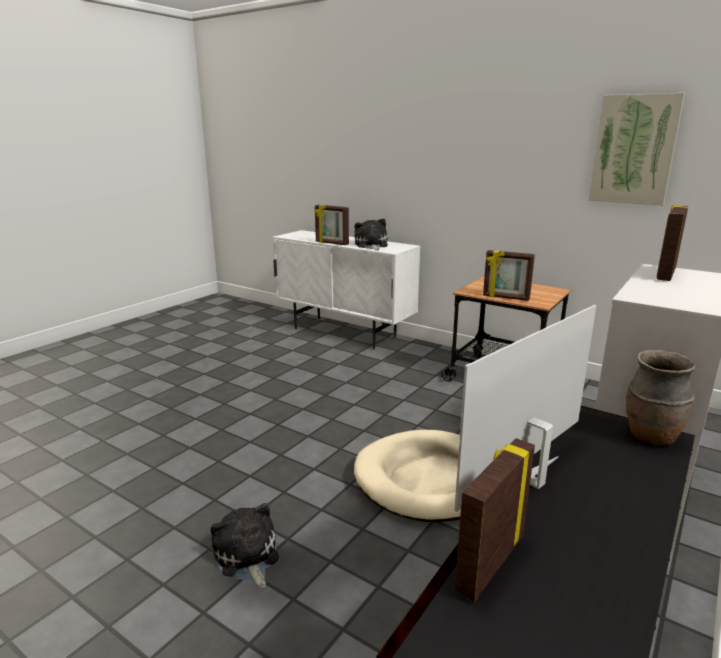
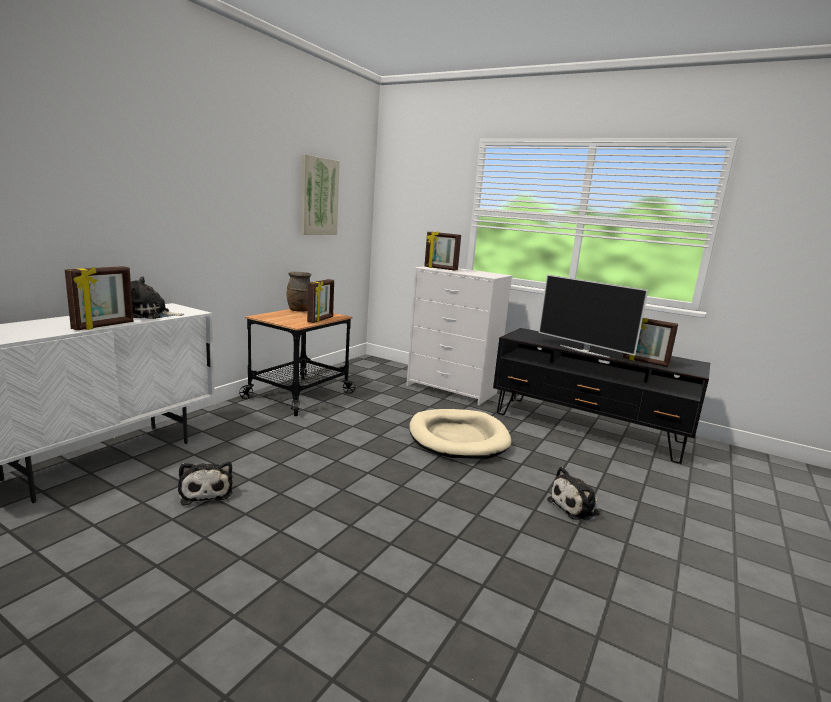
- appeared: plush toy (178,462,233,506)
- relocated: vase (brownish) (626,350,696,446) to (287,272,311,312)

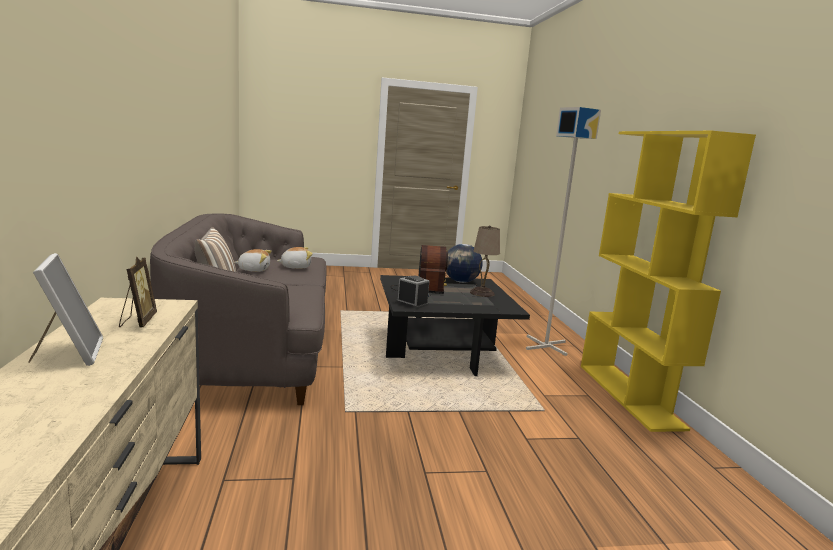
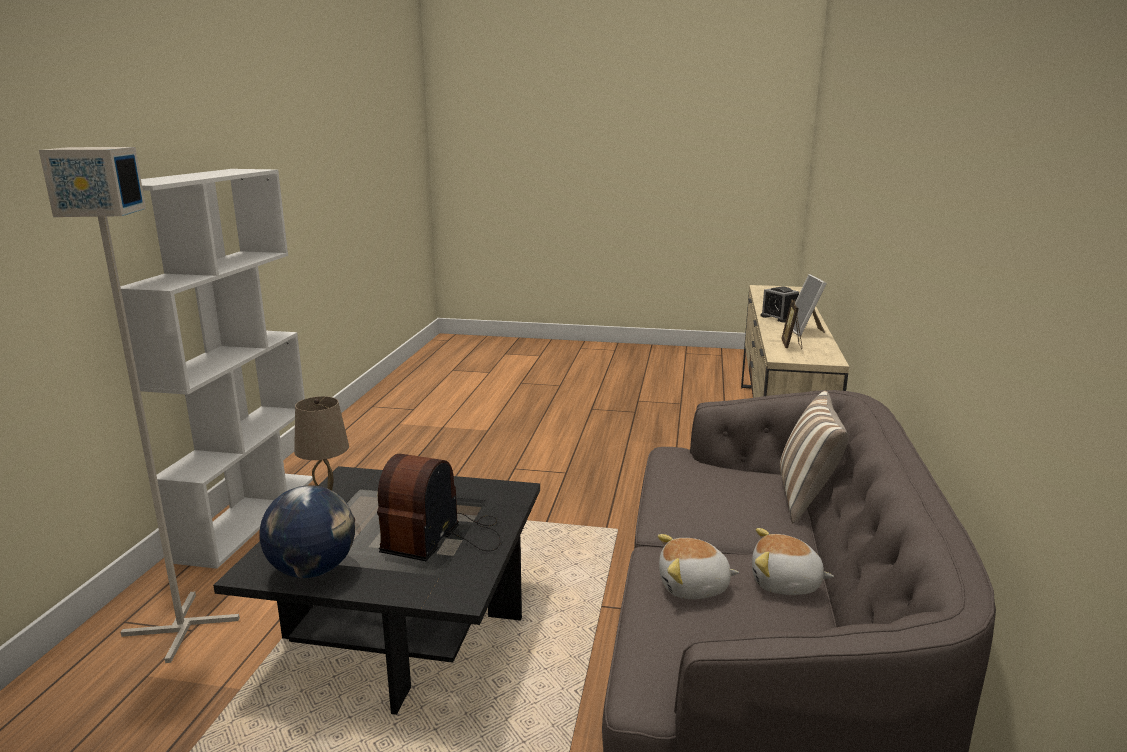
- relocated: alarm clock (396,276,430,309) to (760,286,799,323)
- colour: shelving unit (yellowish) (581,131,756,432) to shelving unit (whitish) (120,169,313,569)

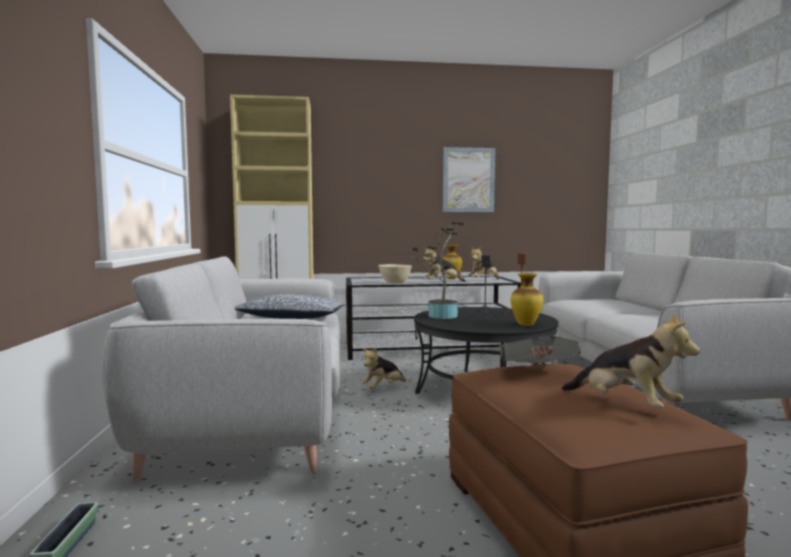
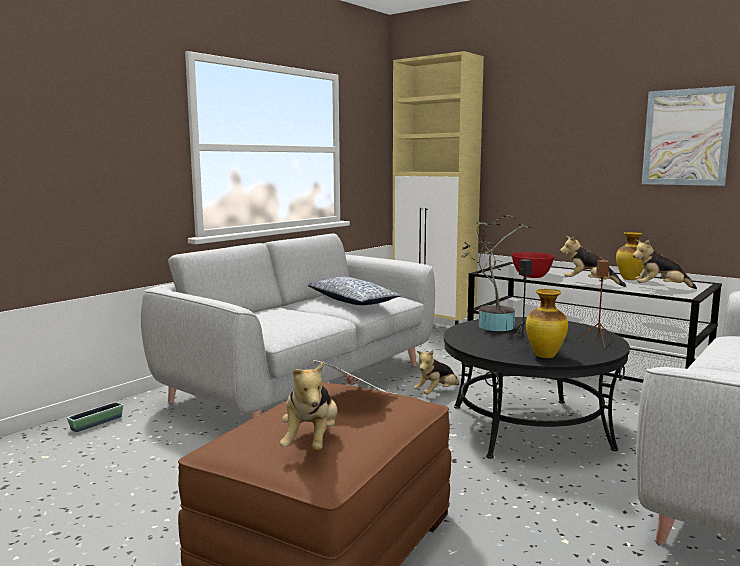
- colour: deep dish (beige) (378,264,412,284) to deep dish (reddish) (512,252,555,278)
- spun: plush toy (361,347,406,388) = (414,350,459,394) 45 degrees counterclockwise

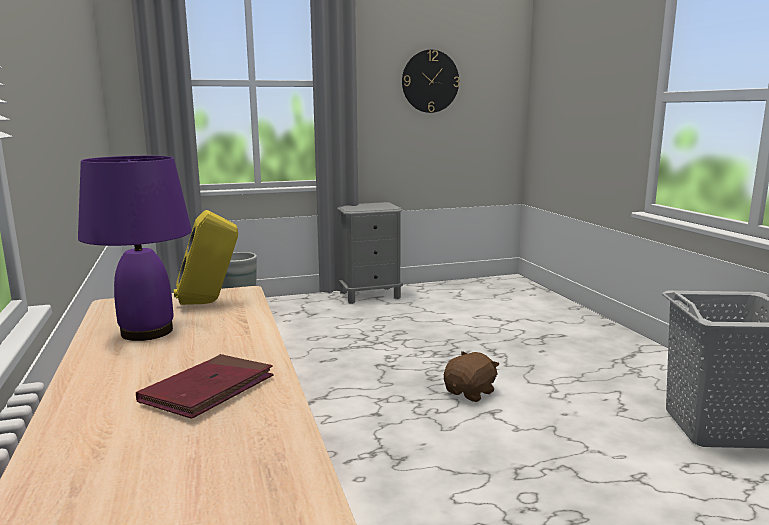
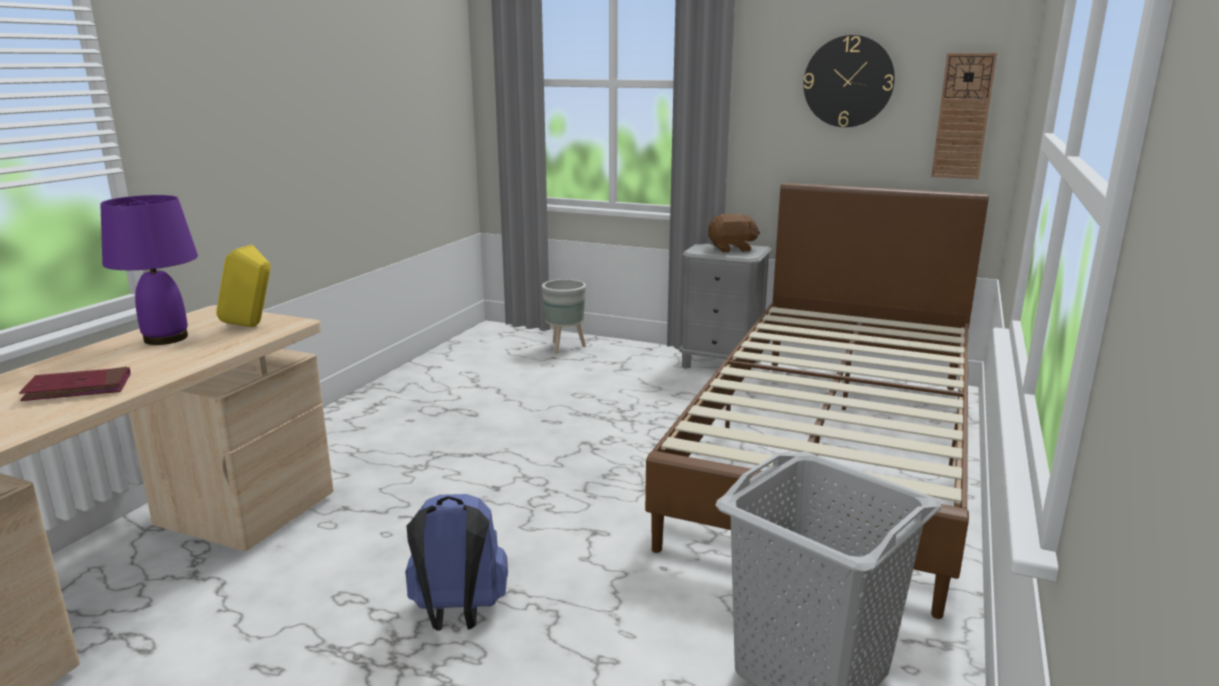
- appeared: rucksack (blue) (405,494,508,631)
- appeared: sleeping bed (brownish) (645,183,989,619)
- appeared: hanging clock (931,53,997,179)
- relocated: plush toy (brownish) (444,351,500,402) to (708,214,760,252)

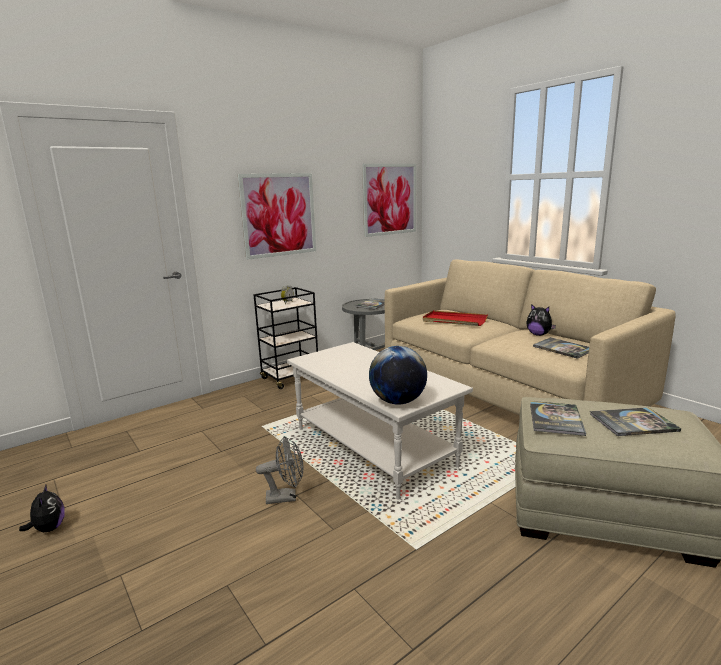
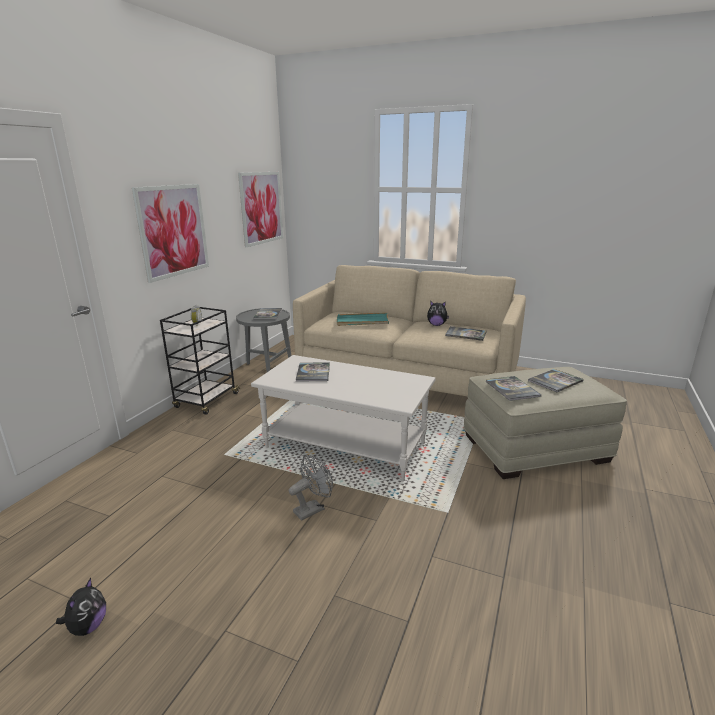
- missing: world globe (369,346,427,405)
- appeared: volume (295,362,330,382)
- colour: carrying tray (reddish) (423,311,488,326) to carrying tray (turquoise) (337,313,389,326)
- spun: plush toy (19,485,65,532) = (56,578,106,636) 60 degrees clockwise

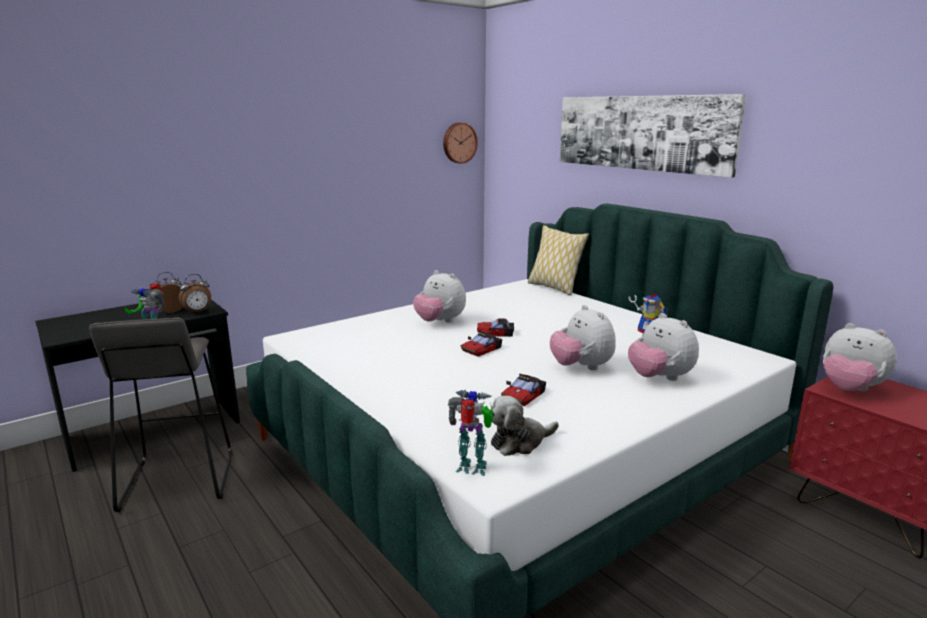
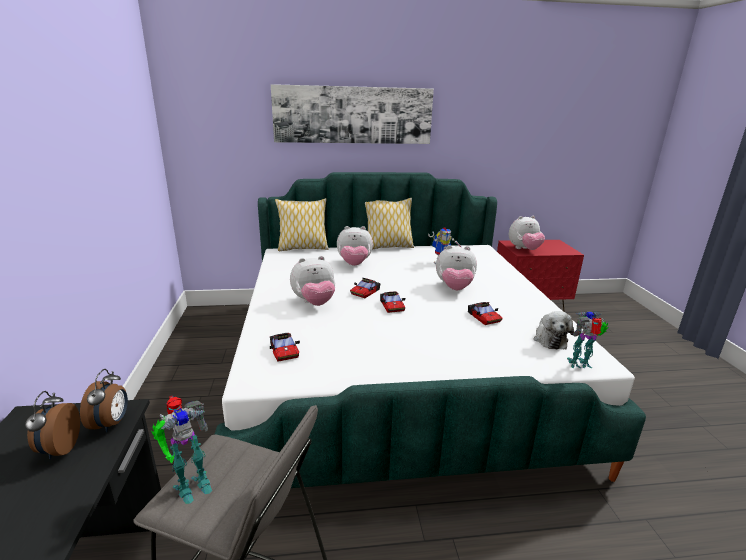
- missing: hanging clock (443,122,478,164)
- appeared: model car (270,333,300,362)
- appeared: cushion (365,198,414,249)
- relocated: plush toy (628,313,699,381) to (337,226,373,266)
- spun: model robot (448,390,493,476) = (567,311,608,368) 45 degrees clockwise

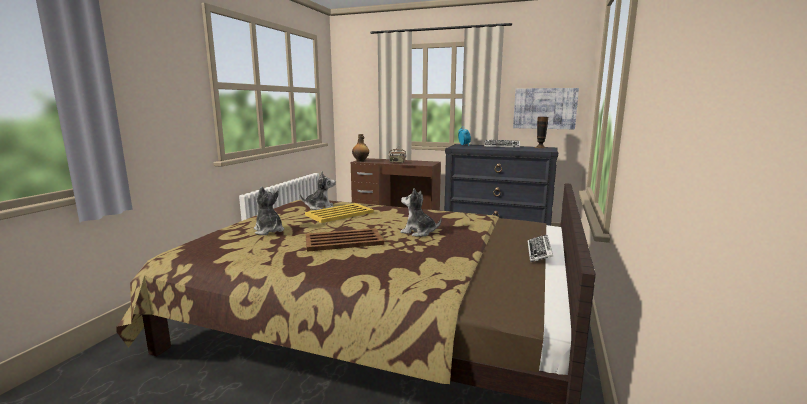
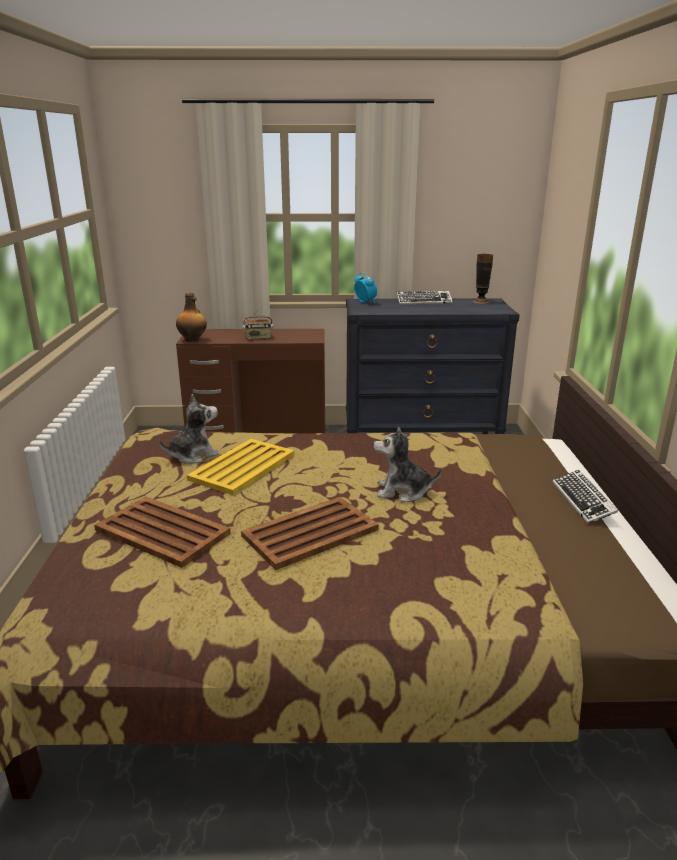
- missing: wall art (513,88,579,129)
- exchanged: plush toy (254,186,284,235) to carrying tray (brownish) (94,497,231,568)

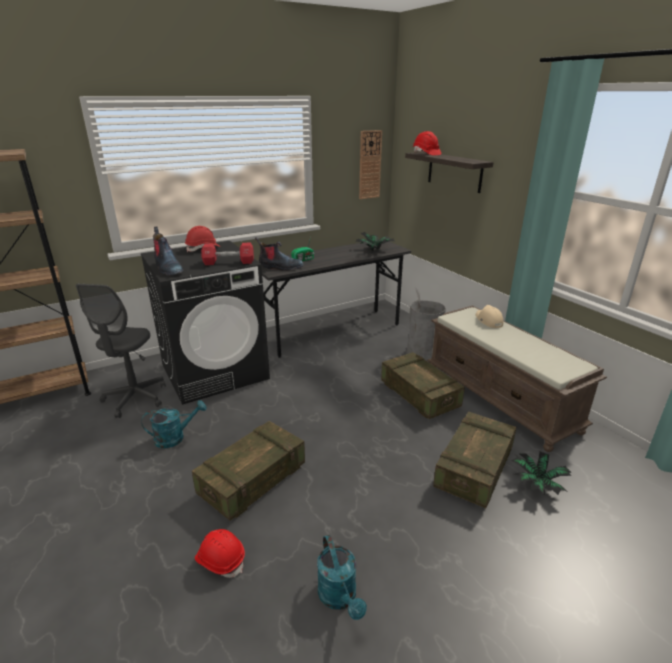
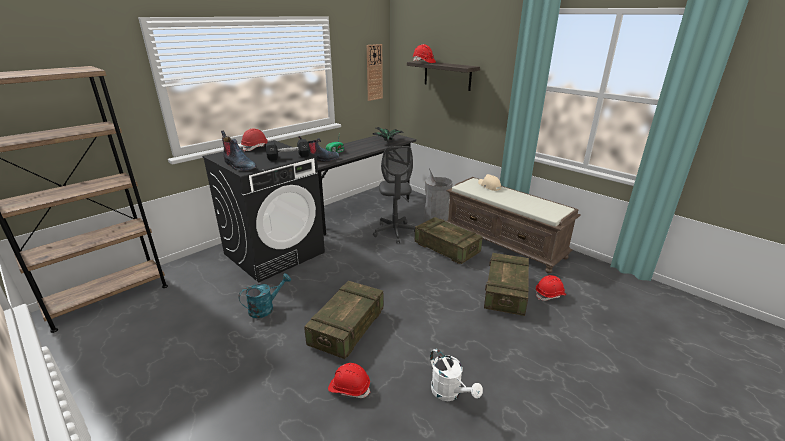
- relocated: desk chair (grey) (76,284,166,418) to (373,146,415,243)
- exchanged: potted plant (511,451,572,495) to hard hat (reddish) (536,275,566,301)
- colour: hand weight (reddish) (201,243,254,265) to hand weight (black) (265,139,310,161)
- colour: watering can (turquoise) (317,535,367,620) to watering can (whitish) (430,349,483,401)

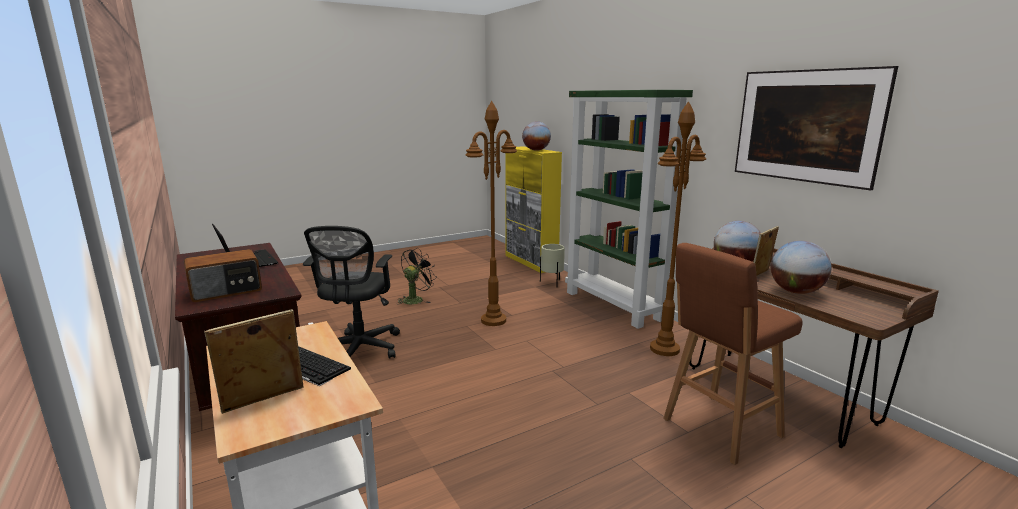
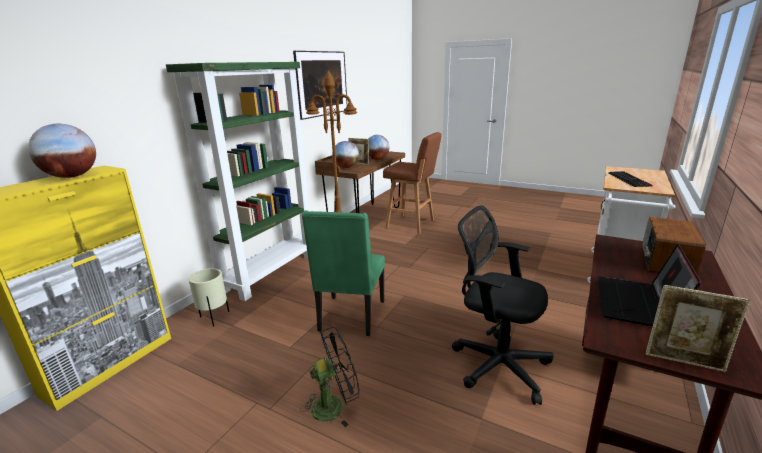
- relocated: photo frame (204,309,304,414) to (646,285,750,372)
- exchanged: floor lamp (brownish) (465,101,517,326) to chair (green) (302,210,385,336)
- spun: radio receiver (184,249,262,302) = (642,217,706,274) 90 degrees counterclockwise
- spun: desk chair (black) (303,226,400,359) = (452,205,554,405) 120 degrees counterclockwise
- spun: cooling fan (black) (397,248,437,304) = (300,327,360,427) 150 degrees clockwise

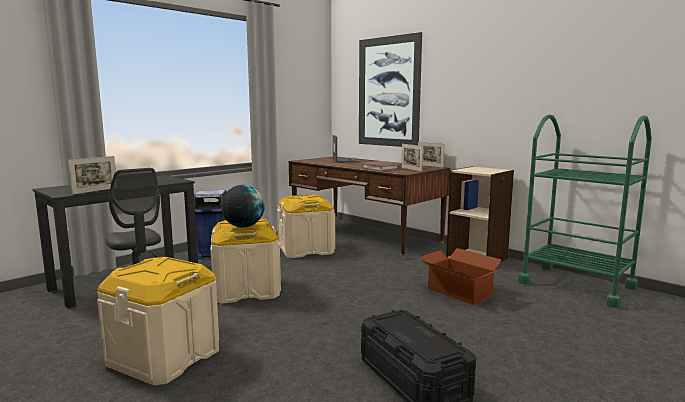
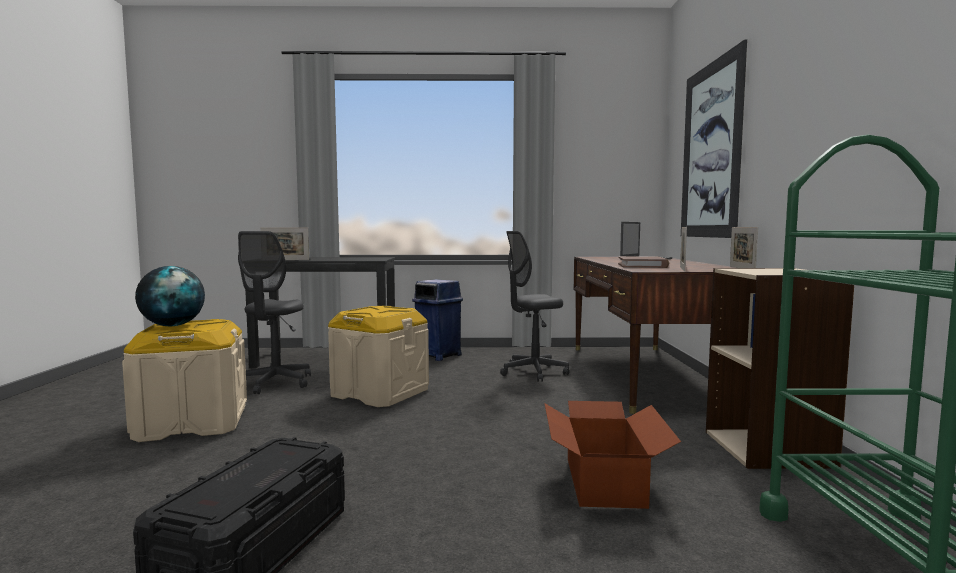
- relocated: world globe (221,185,265,227) to (135,266,205,326)
- exchanged: storage bin (beige) (277,194,335,258) to desk chair (grey) (500,231,569,382)

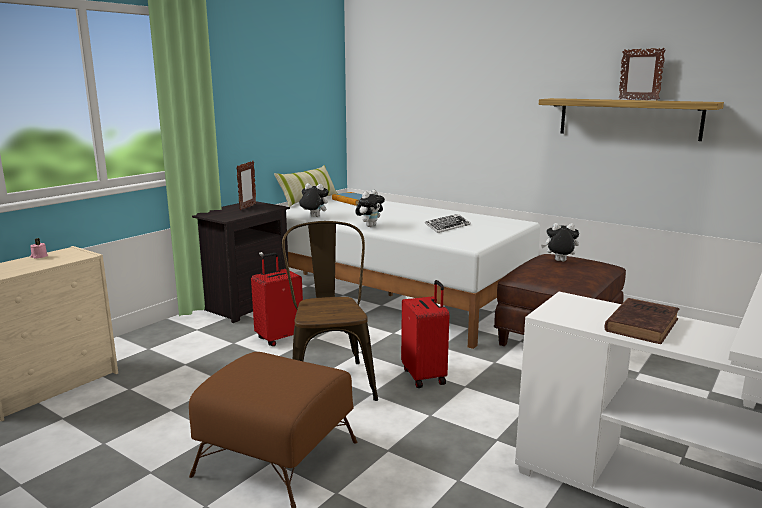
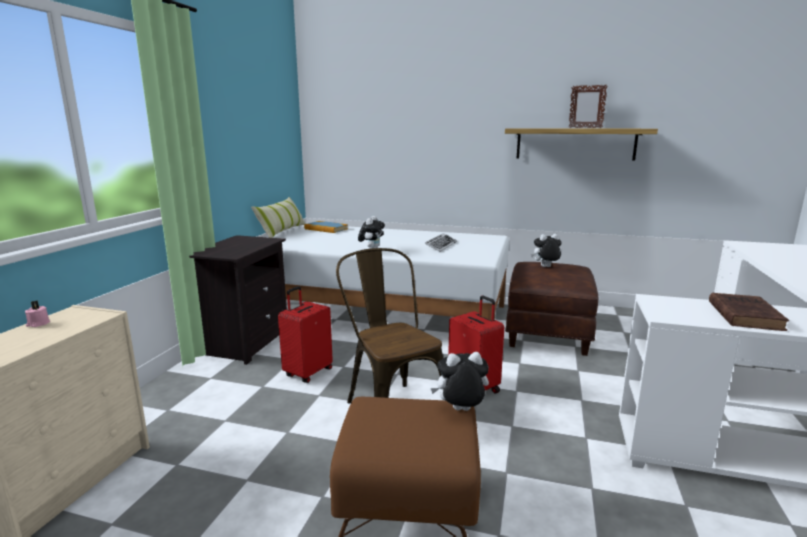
- missing: photo frame (236,161,256,210)
- relocated: plush toy (299,183,329,217) to (430,352,489,411)

